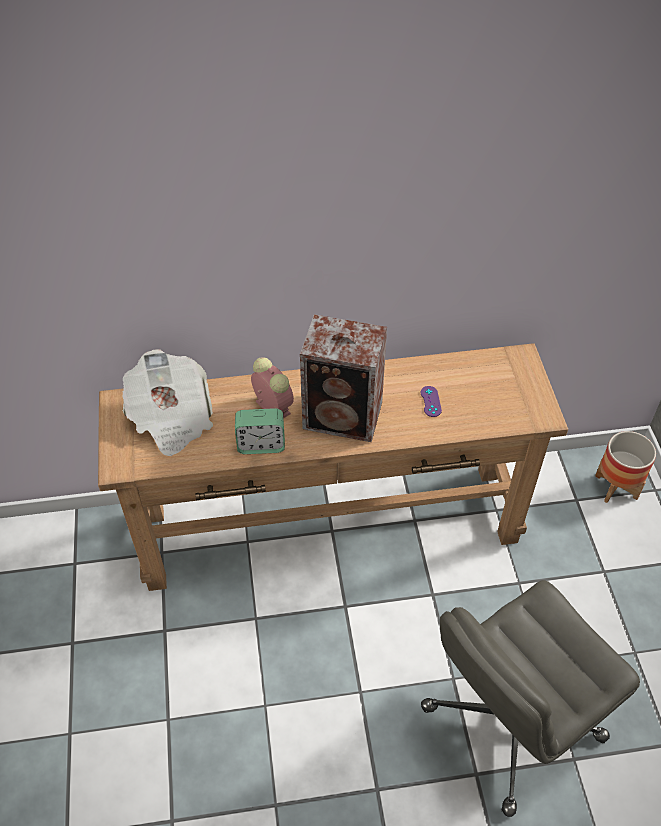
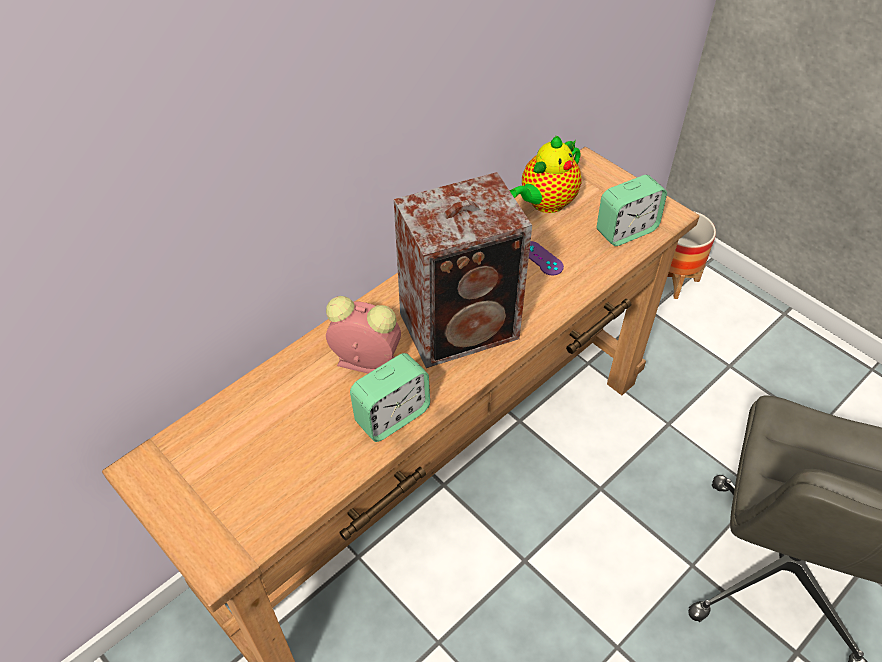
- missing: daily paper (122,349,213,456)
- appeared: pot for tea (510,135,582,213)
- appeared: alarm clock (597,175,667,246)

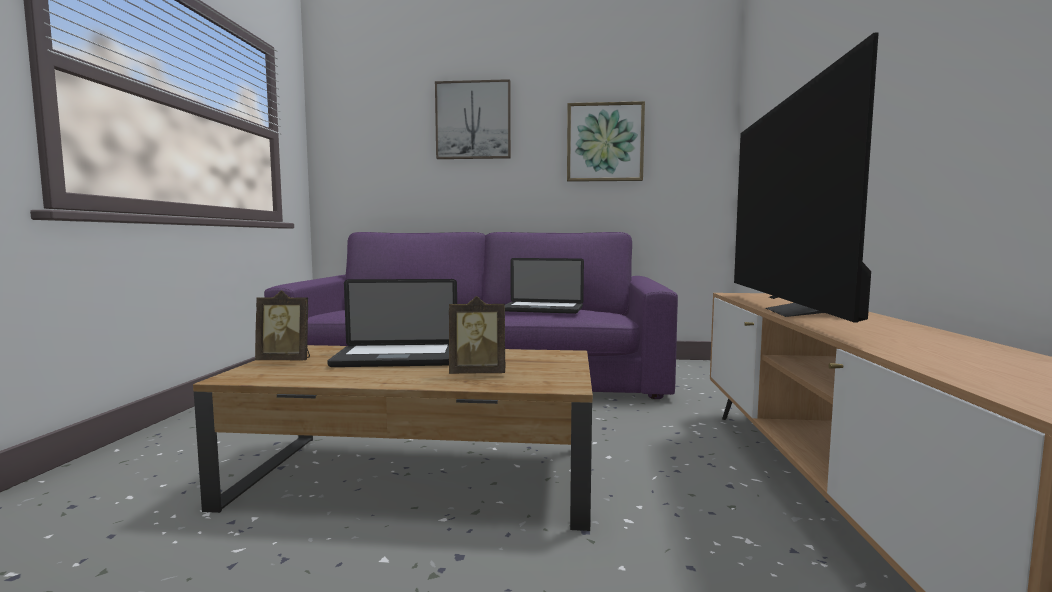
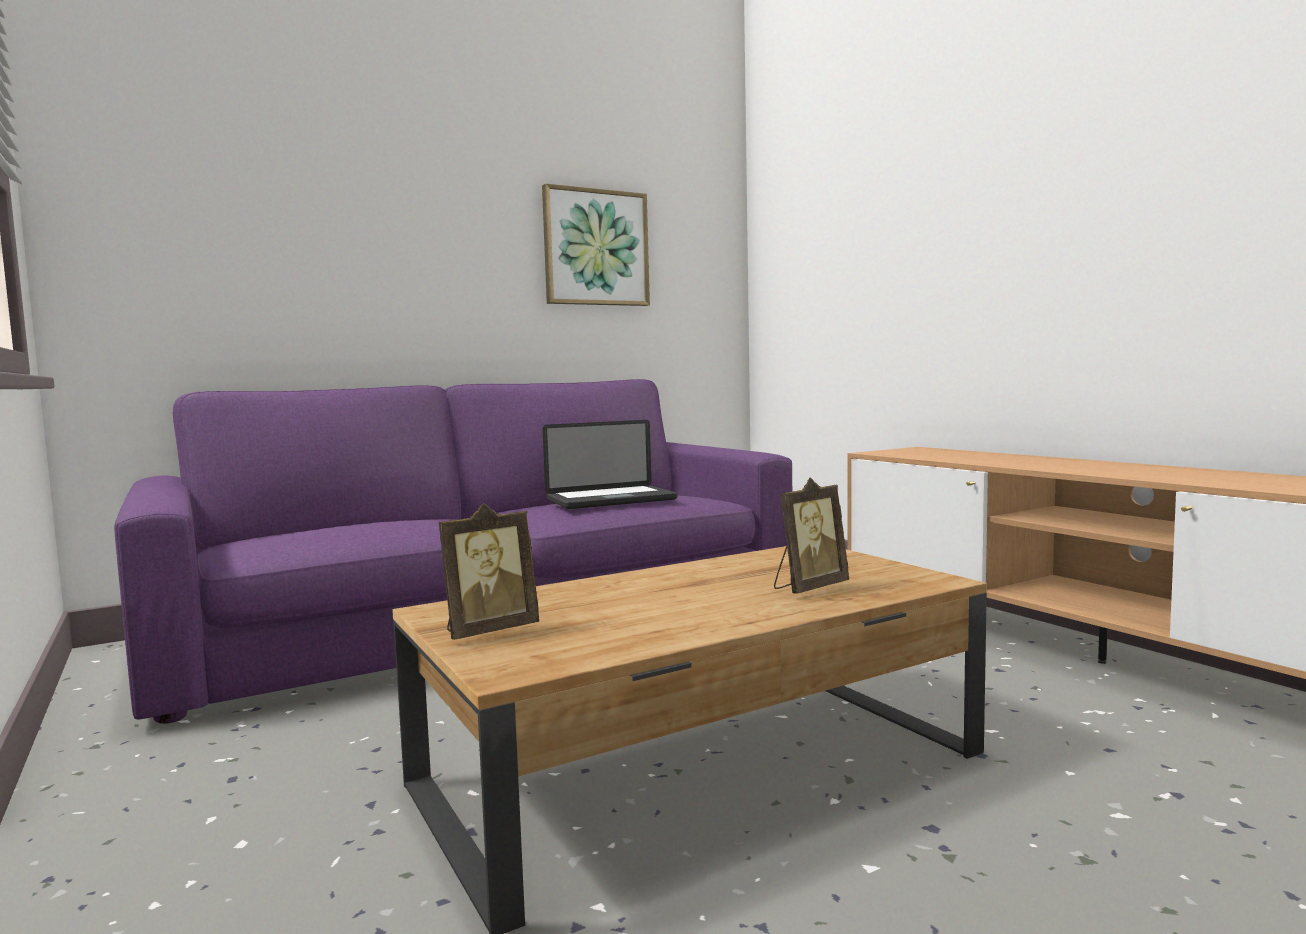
- missing: notebook computer (327,279,457,367)
- missing: wall art (435,79,511,159)
- missing: TV (734,32,879,322)

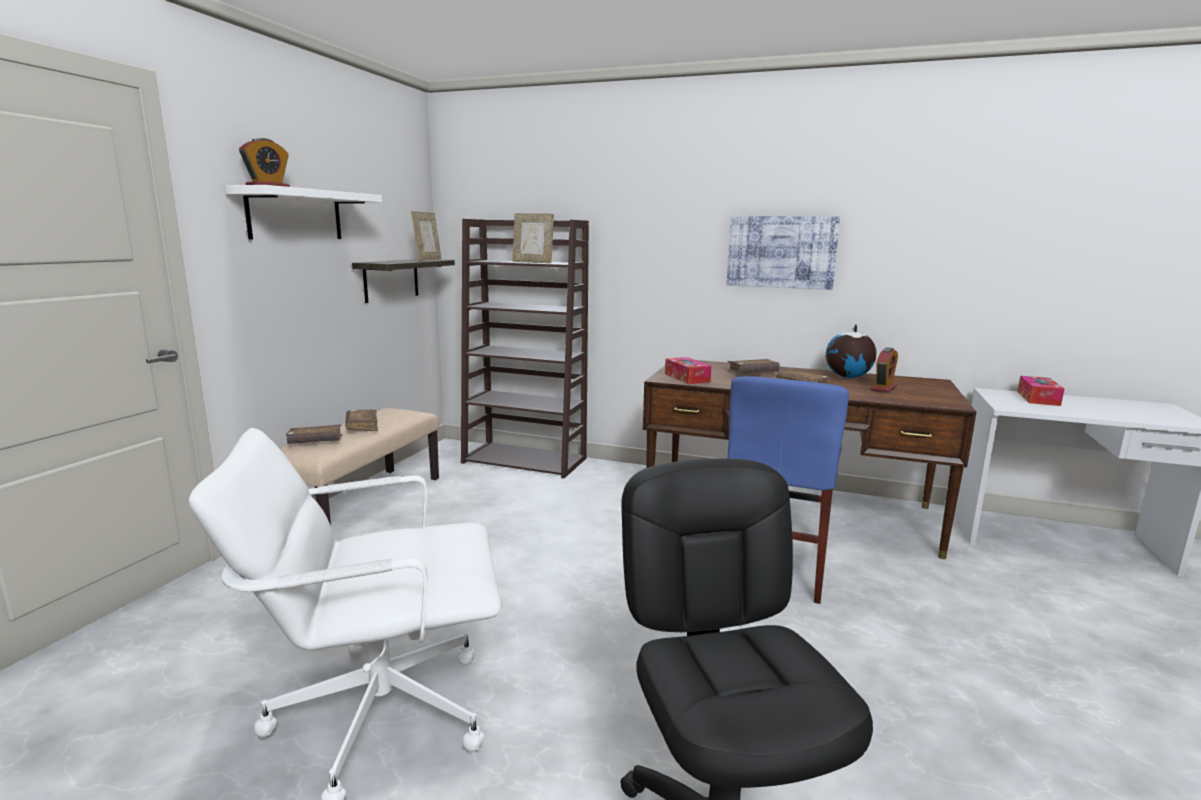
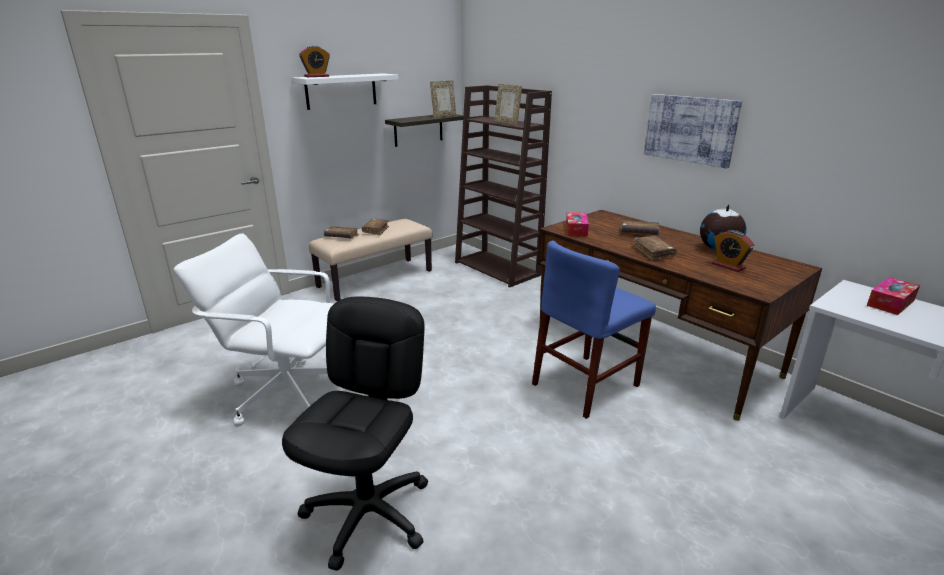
- spun: alarm clock (870,347,898,393) = (712,230,754,272) 75 degrees clockwise

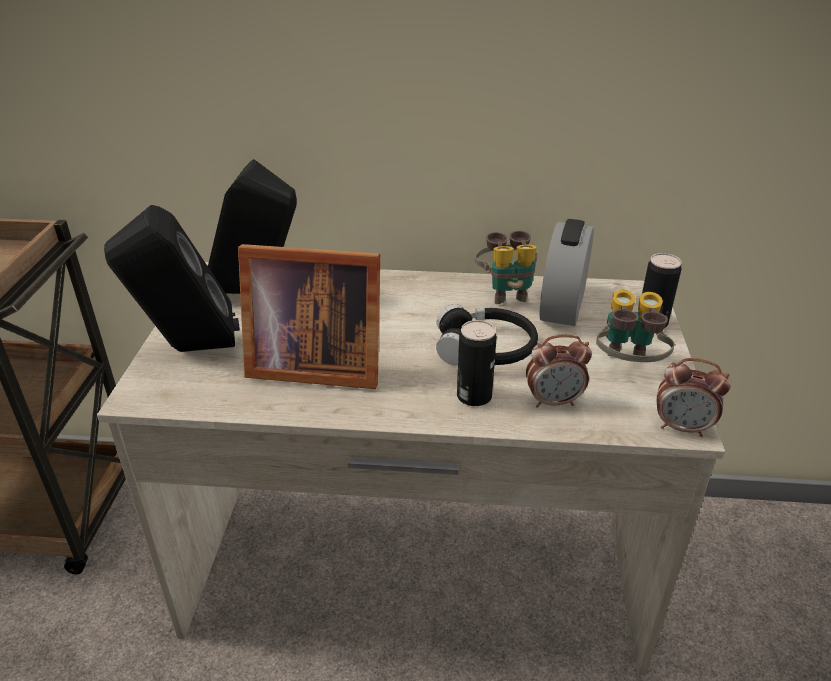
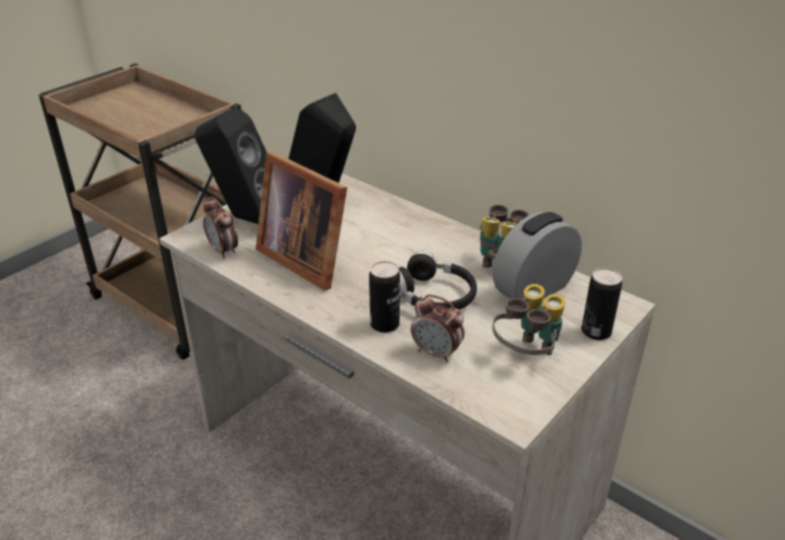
- relocated: alarm clock (657,358,731,437) to (203,197,238,259)

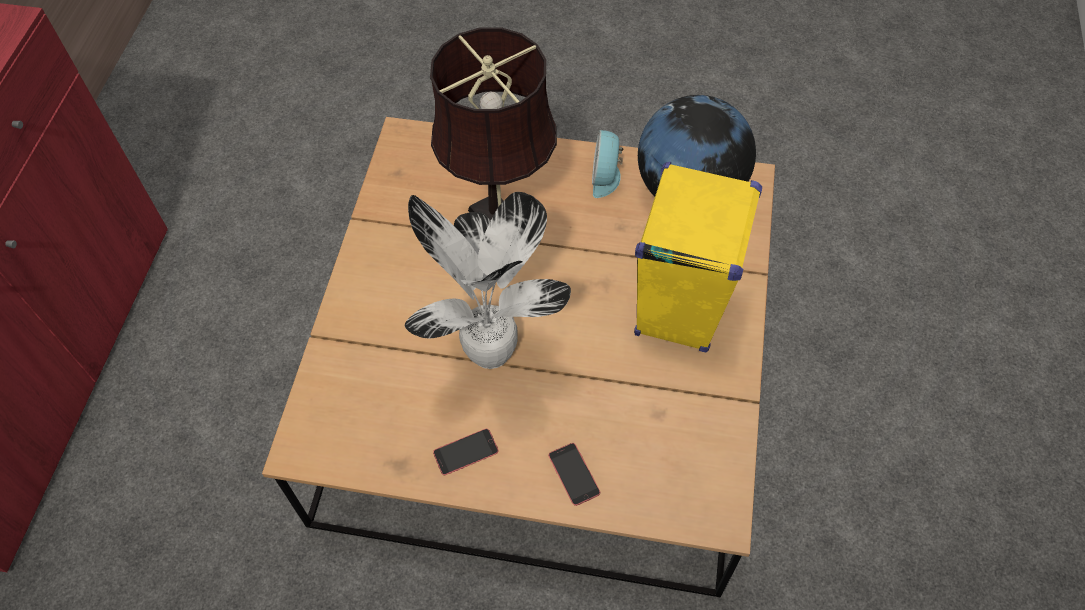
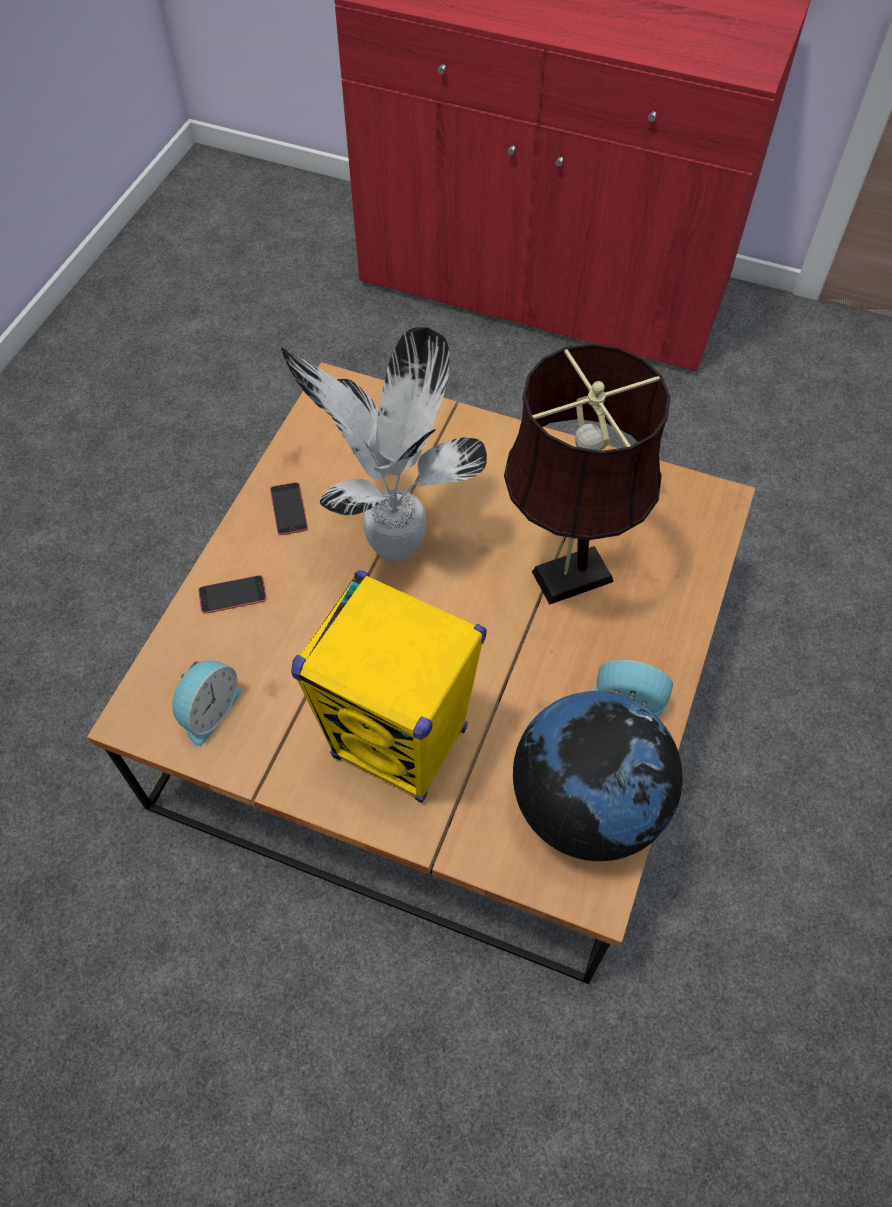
- appeared: alarm clock (172,661,242,747)

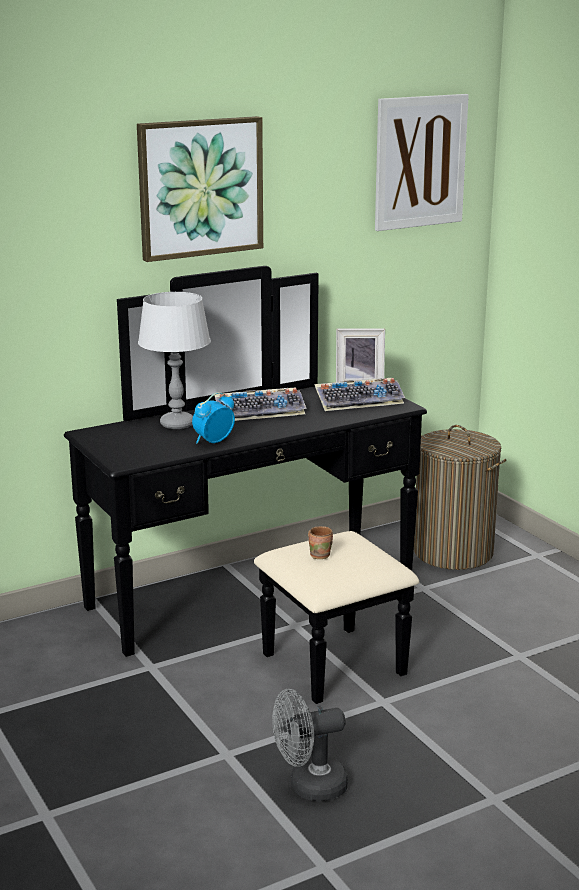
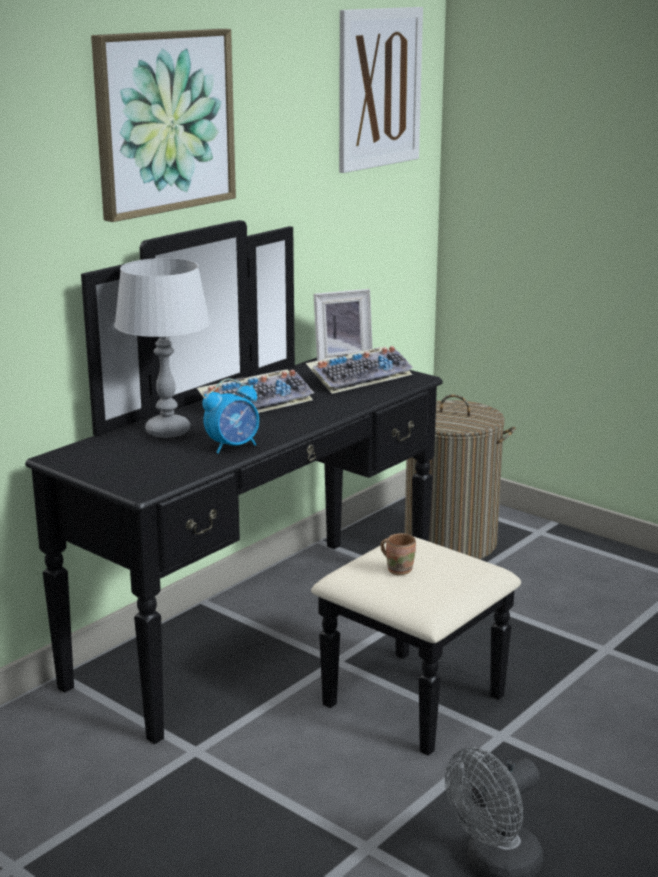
- spun: alarm clock (192,392,235,444) = (202,378,259,454) 150 degrees counterclockwise

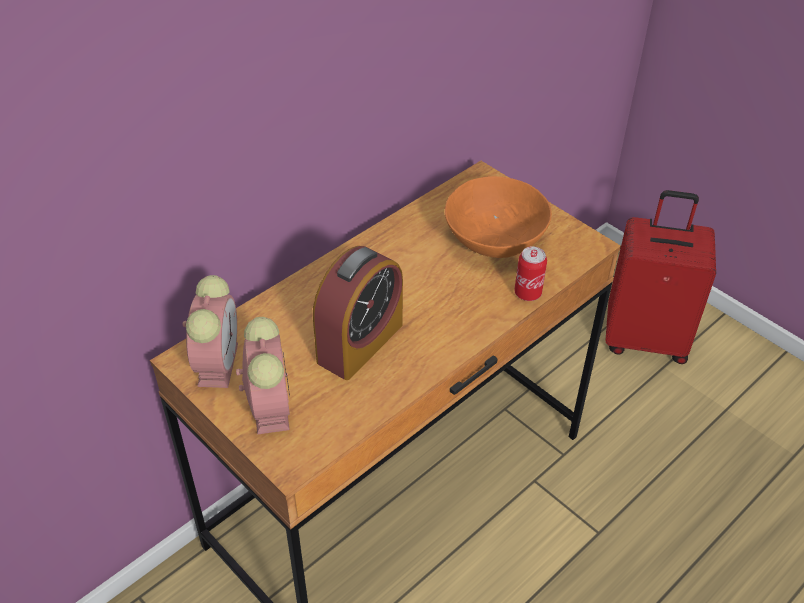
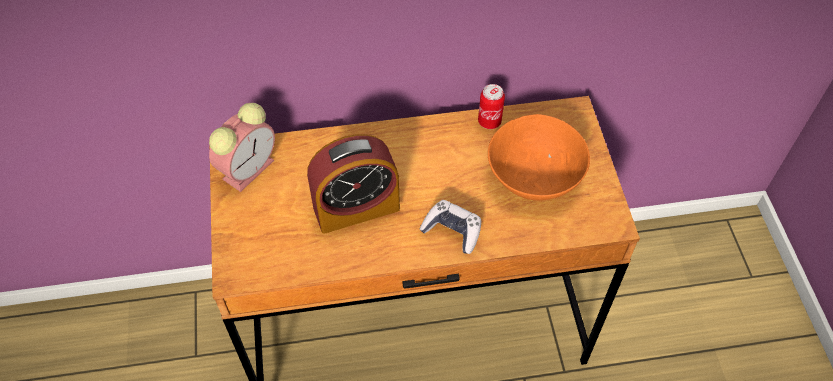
- missing: alarm clock (236,317,290,435)
- missing: travel case (reddish) (606,190,716,364)
- appeared: joypad (419,200,481,254)
- relocated: metal can (514,246,547,301) to (478,84,505,129)

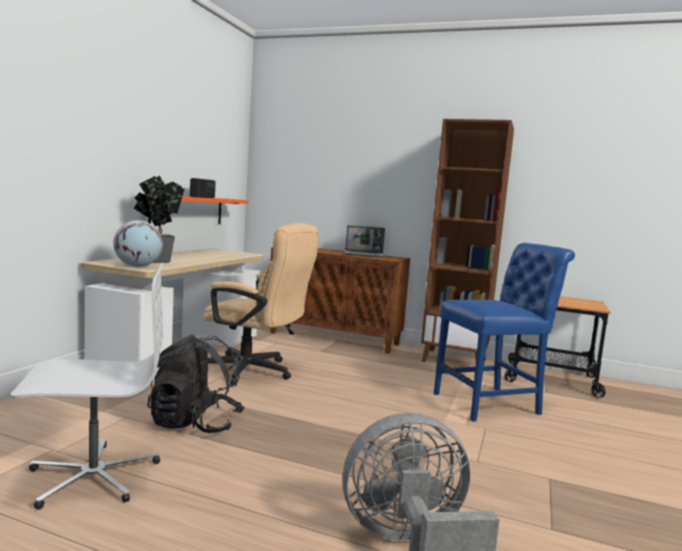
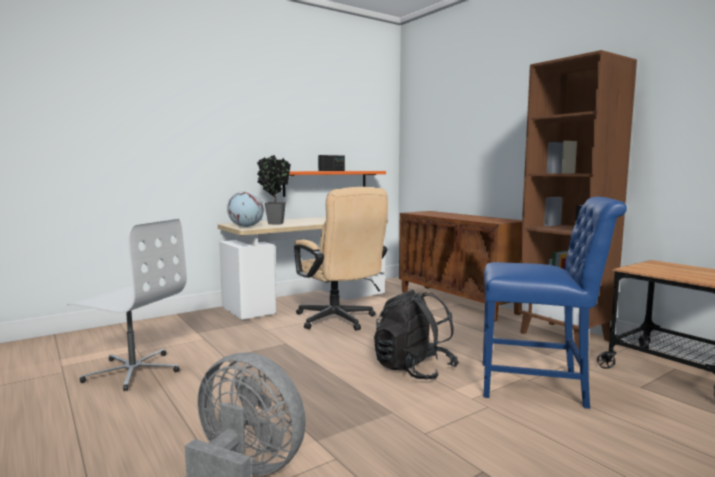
- missing: notebook computer (345,225,385,257)
- relocated: rucksack (black) (147,334,245,433) to (374,290,459,380)

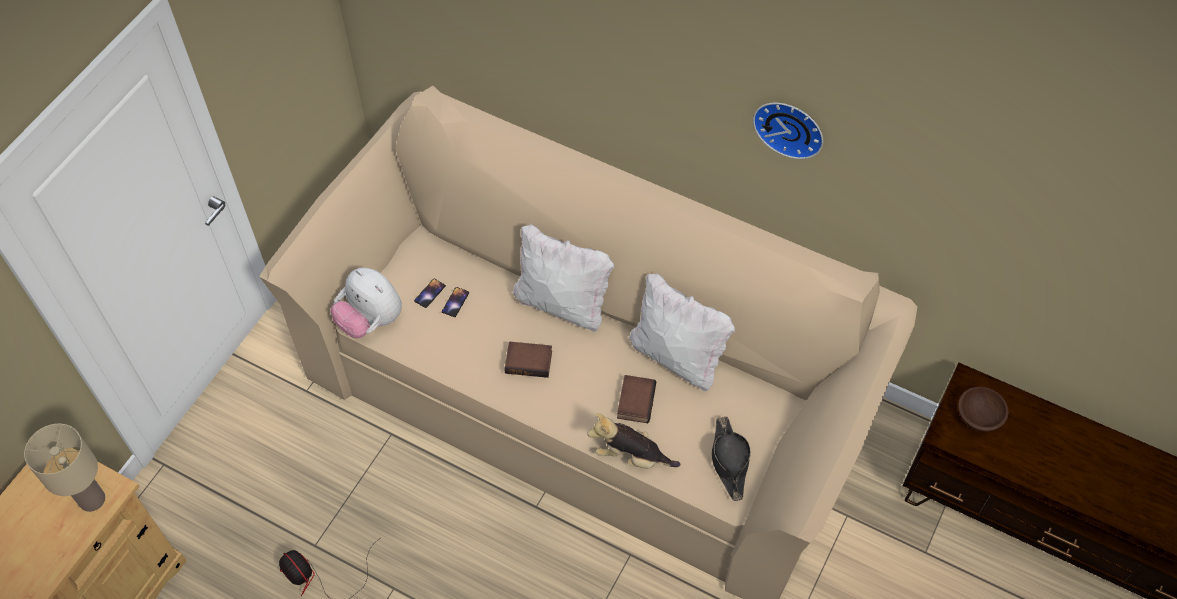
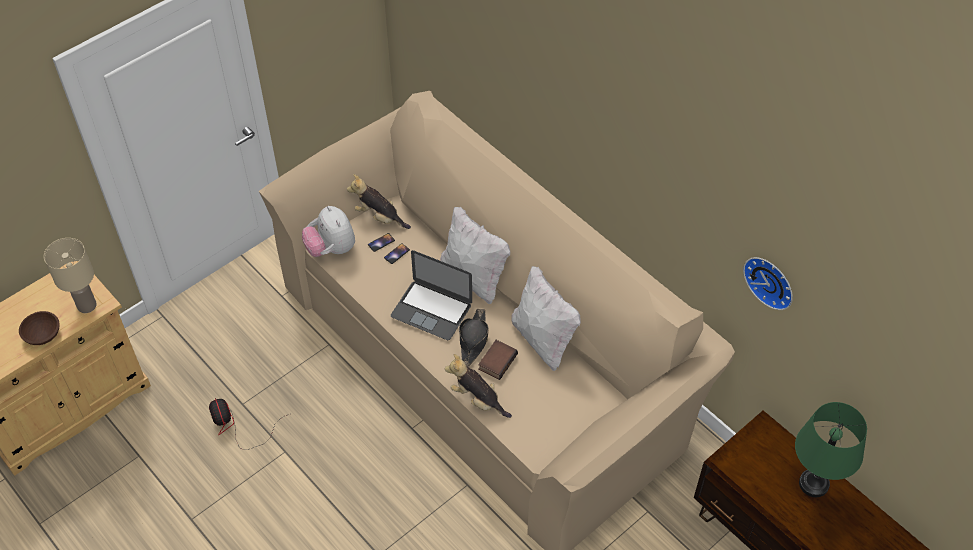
- appeared: plush toy (347,174,411,229)
- appeared: lamp for a table (green) (795,402,867,497)
- relocated: hat (black) (712,417,751,501) to (459,309,489,366)
- relocated: hanging clock (753,103,823,159) to (743,257,793,310)
- relocated: deep dish (brownish) (958,387,1009,432) to (19,311,60,345)
- exchanged: volume (504,341,552,378) to notebook computer (391,250,472,340)

